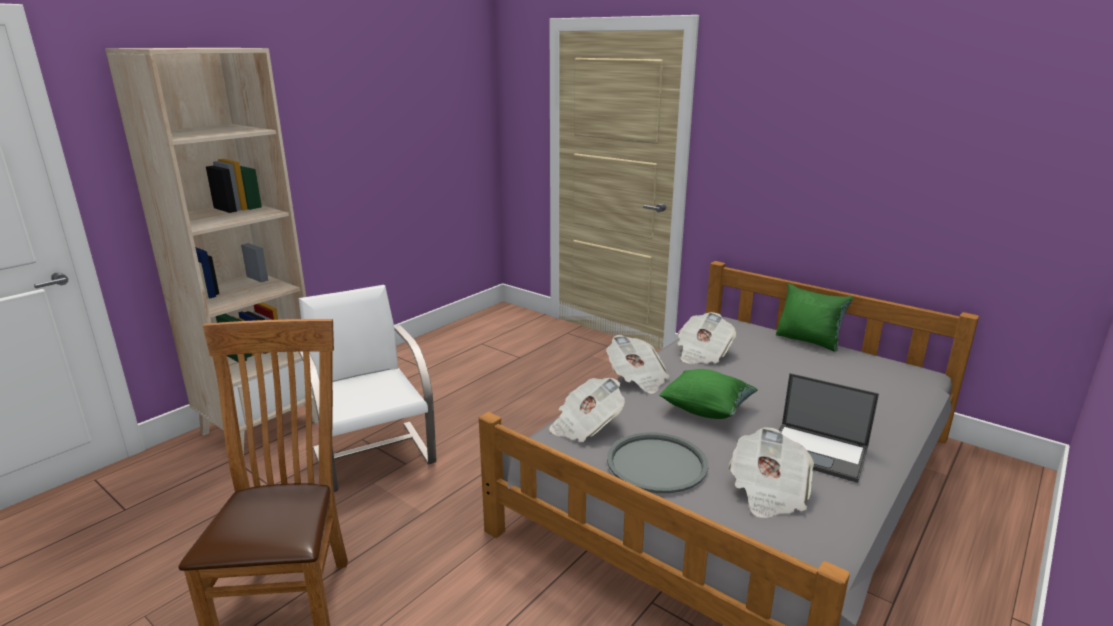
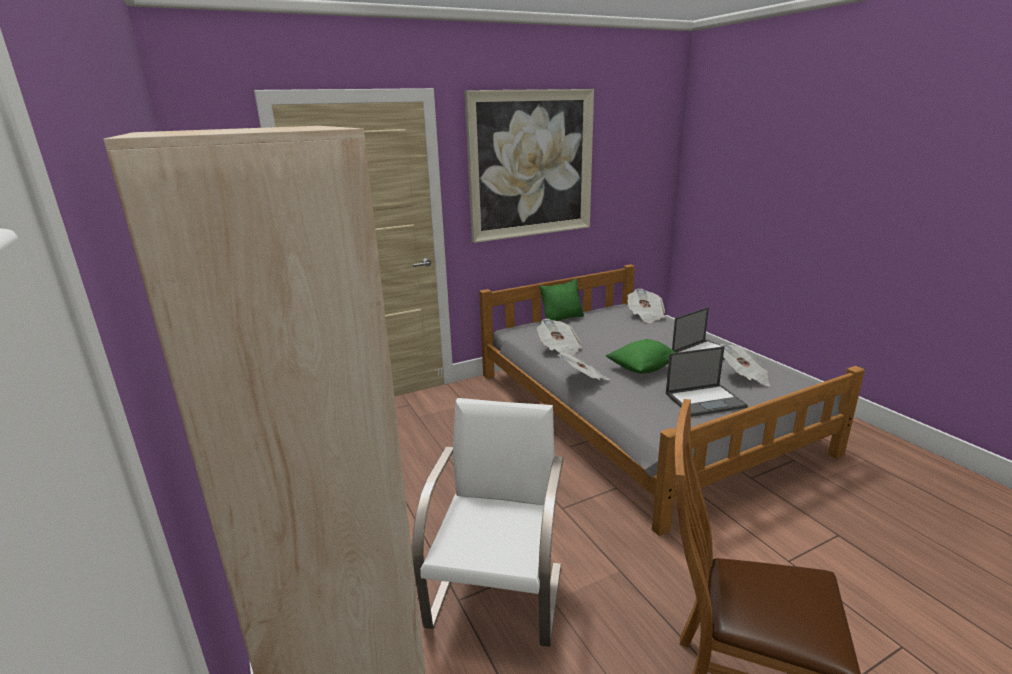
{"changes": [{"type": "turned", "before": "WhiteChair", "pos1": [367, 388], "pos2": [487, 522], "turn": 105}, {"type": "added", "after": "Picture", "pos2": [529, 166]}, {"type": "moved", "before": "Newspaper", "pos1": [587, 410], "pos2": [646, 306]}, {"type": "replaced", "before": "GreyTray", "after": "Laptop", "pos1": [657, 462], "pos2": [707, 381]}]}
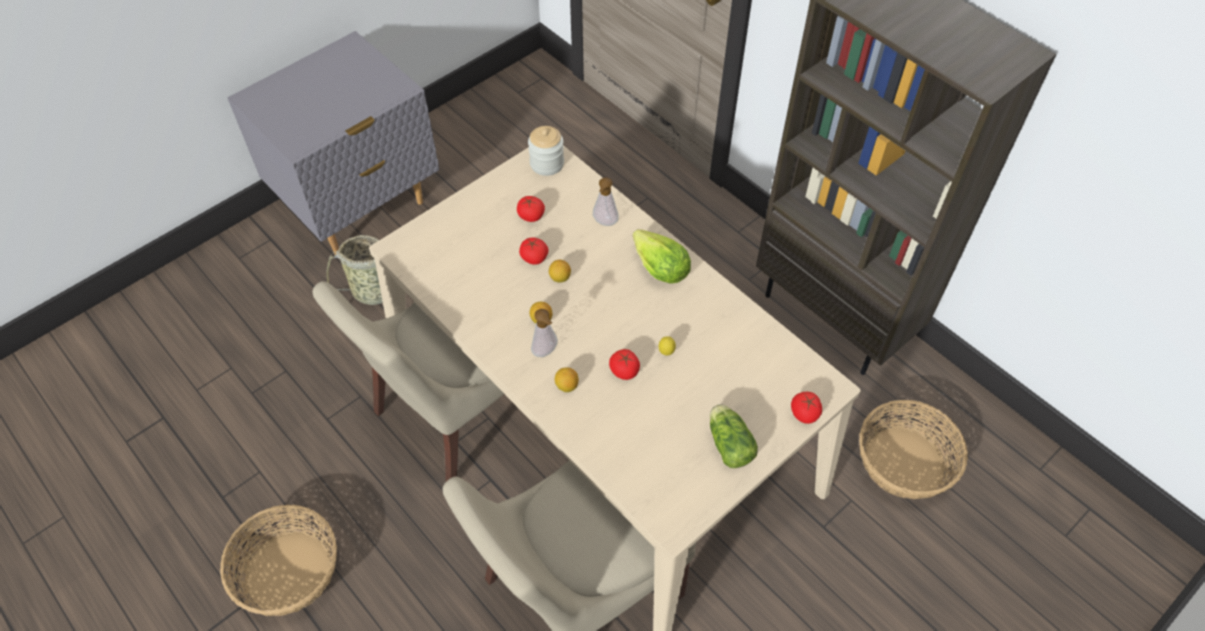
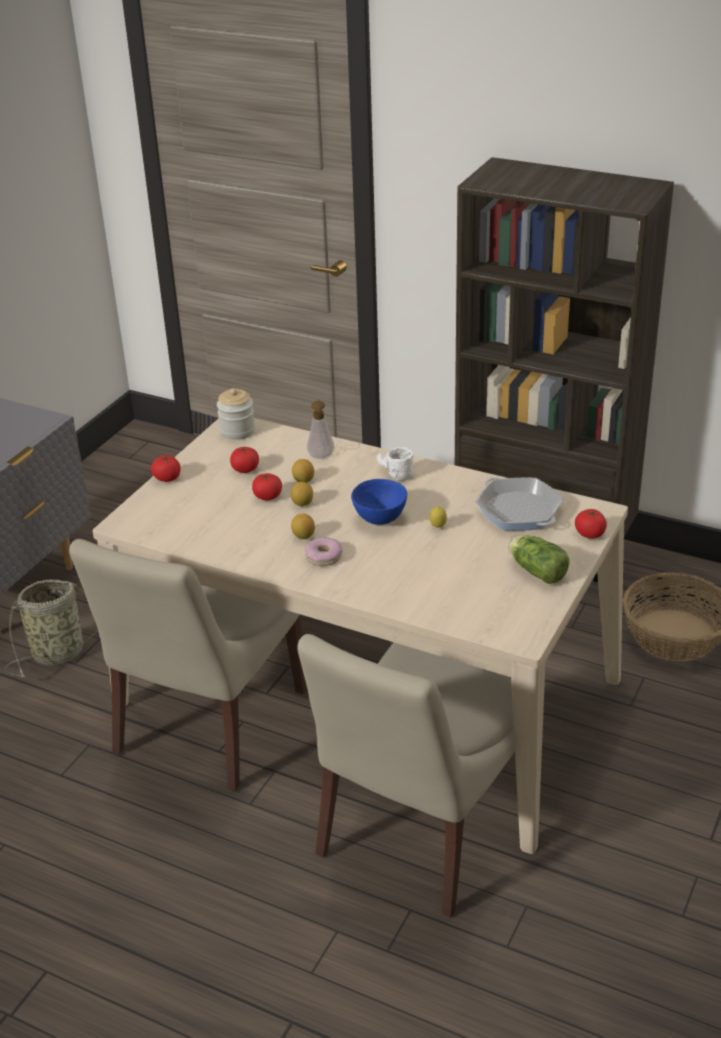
{"changes": [{"type": "moved", "before": "Tomato", "pos1": [624, 364], "pos2": [166, 468]}, {"type": "moved", "before": "Lemon", "pos1": [567, 379], "pos2": [303, 471]}, {"type": "replaced", "before": "SoapDispenser", "after": "Donut", "pos1": [544, 333], "pos2": [324, 551]}, {"type": "added", "after": "BlueBowl", "pos2": [379, 502]}, {"type": "replaced", "before": "Lettuce", "after": "WhiteMug", "pos1": [662, 256], "pos2": [395, 464]}, {"type": "added", "after": "FryingPan", "pos2": [519, 504]}, {"type": "removed", "before": "Basket", "pos1": [278, 560]}]}
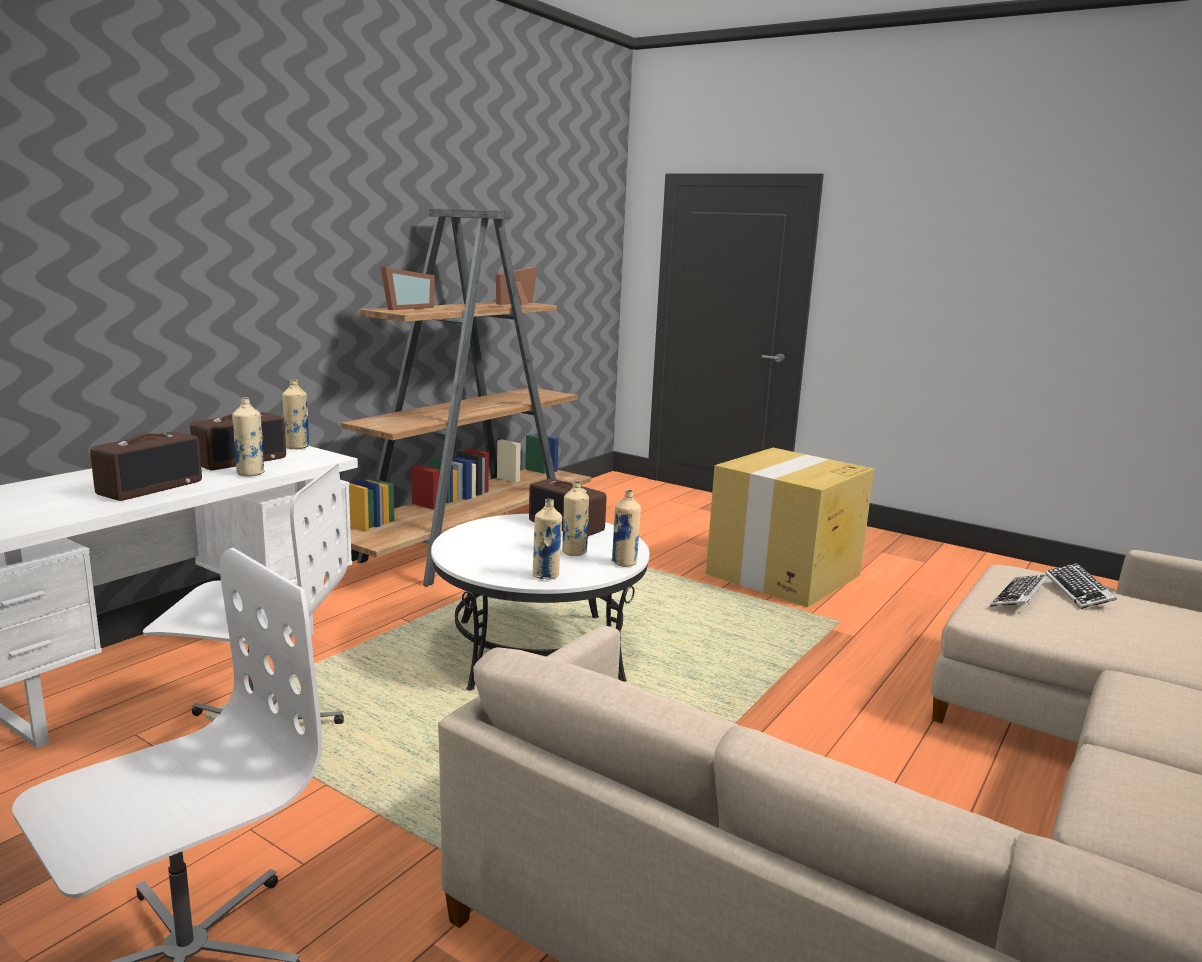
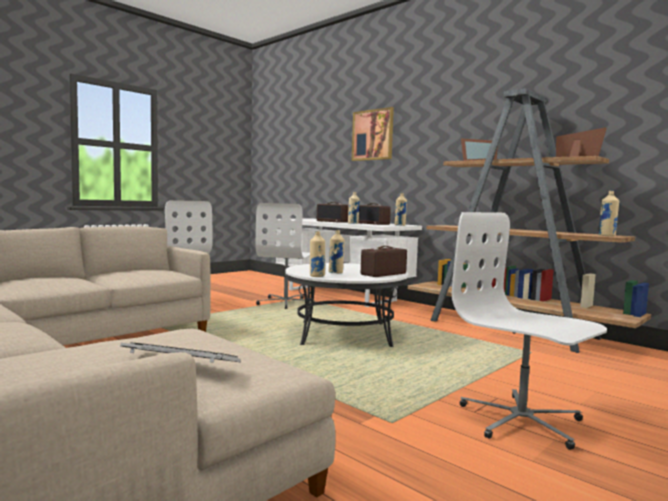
{"changes": [{"type": "added", "after": "Picture", "pos2": [373, 134]}, {"type": "replaced", "before": "CardboardBox", "after": "WhiteOfficeChair", "pos1": [790, 527], "pos2": [529, 331]}, {"type": "moved", "before": "BeigeBottle", "pos1": [547, 539], "pos2": [609, 214]}, {"type": "removed", "before": "Keyboard", "pos1": [1018, 591]}]}
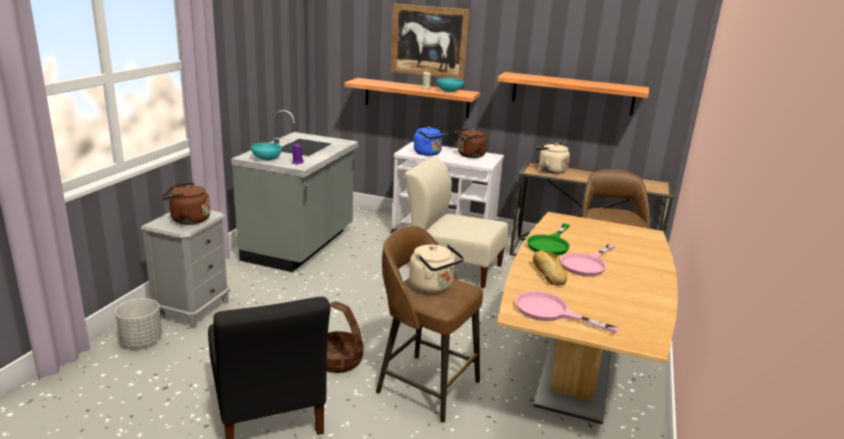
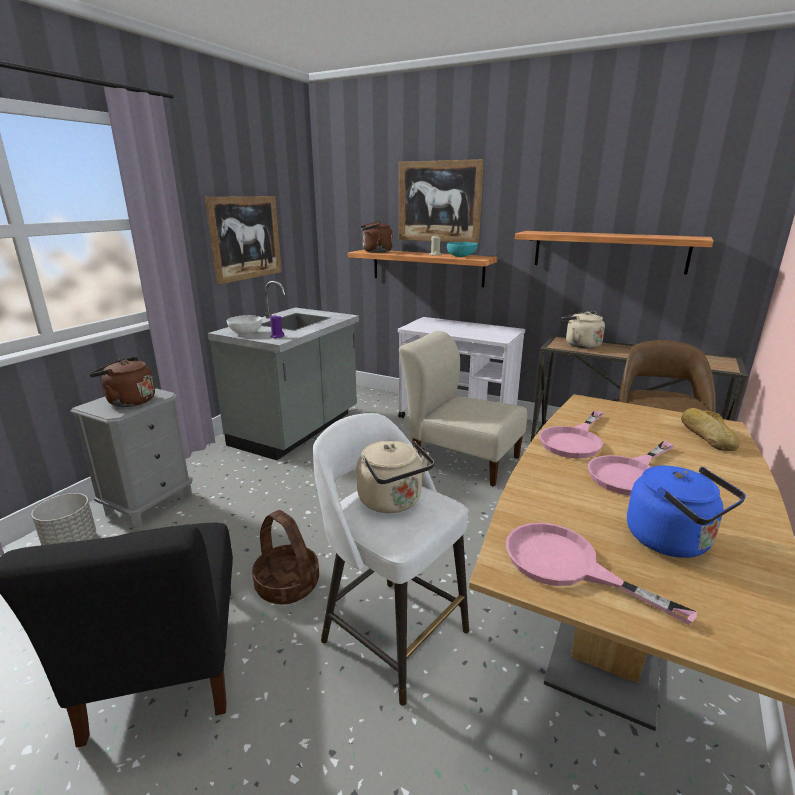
{"changes": [{"type": "added", "after": "Picture", "pos2": [243, 240]}, {"type": "recoloured", "before": "TurquoiseBowl", "after": "WhiteBowl", "pos1": [266, 152], "pos2": [244, 325]}, {"type": "recoloured", "before": "BrownStool", "after": "WhiteStool", "pos1": [429, 324], "pos2": [391, 559]}, {"type": "moved", "before": "BrownKettle", "pos1": [470, 143], "pos2": [376, 237]}, {"type": "recoloured", "before": "GreenFryingPan", "after": "PinkFryingPan", "pos1": [548, 239], "pos2": [571, 434]}, {"type": "moved", "before": "BlueKettle", "pos1": [431, 141], "pos2": [686, 512]}, {"type": "moved", "before": "Bread", "pos1": [550, 267], "pos2": [710, 429]}]}
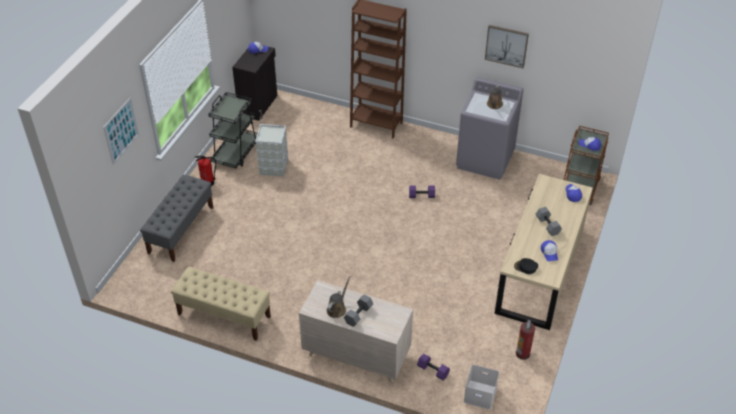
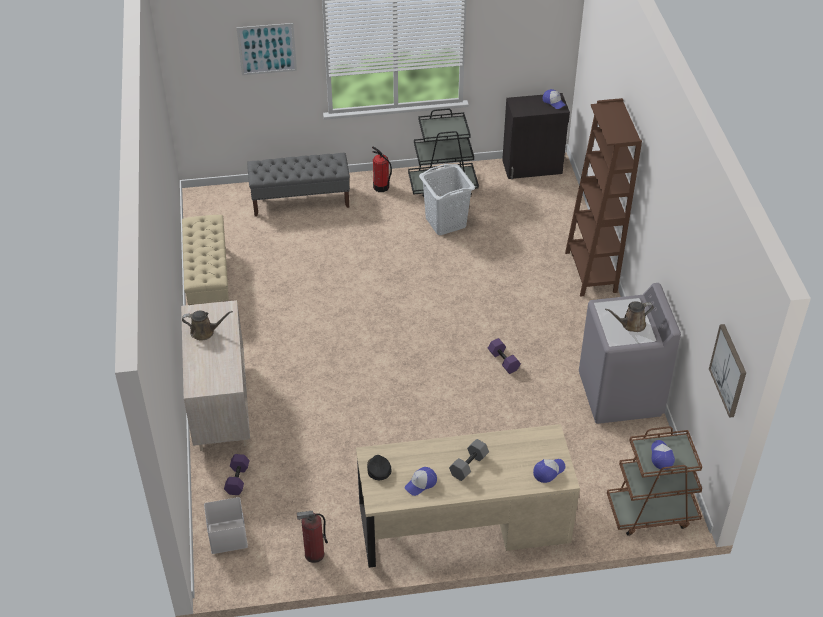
{"changes": [{"type": "replaced", "before": "GreyStorageBox", "after": "WhiteLaundryBasket", "pos1": [271, 150], "pos2": [447, 199]}, {"type": "moved", "before": "Picture", "pos1": [507, 46], "pos2": [727, 371]}, {"type": "removed", "before": "GreyDumbbell", "pos1": [358, 311]}]}
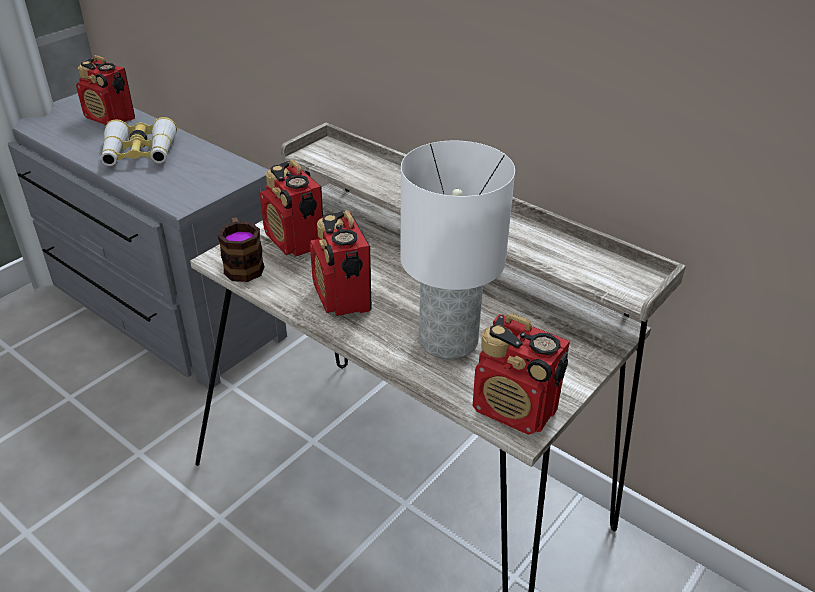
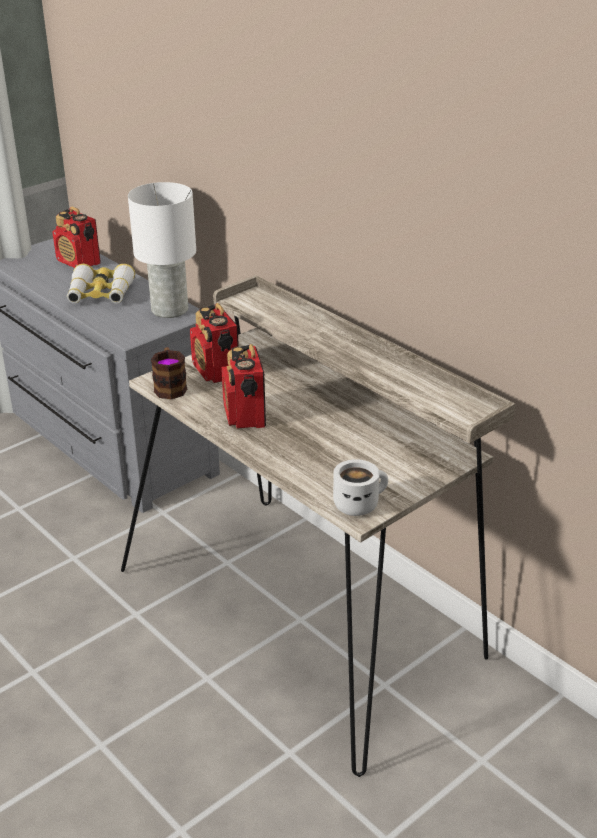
{"changes": [{"type": "moved", "before": "WhiteTableLamp", "pos1": [457, 250], "pos2": [162, 250]}, {"type": "replaced", "before": "Radio", "after": "WhiteMug", "pos1": [521, 374], "pos2": [360, 487]}]}
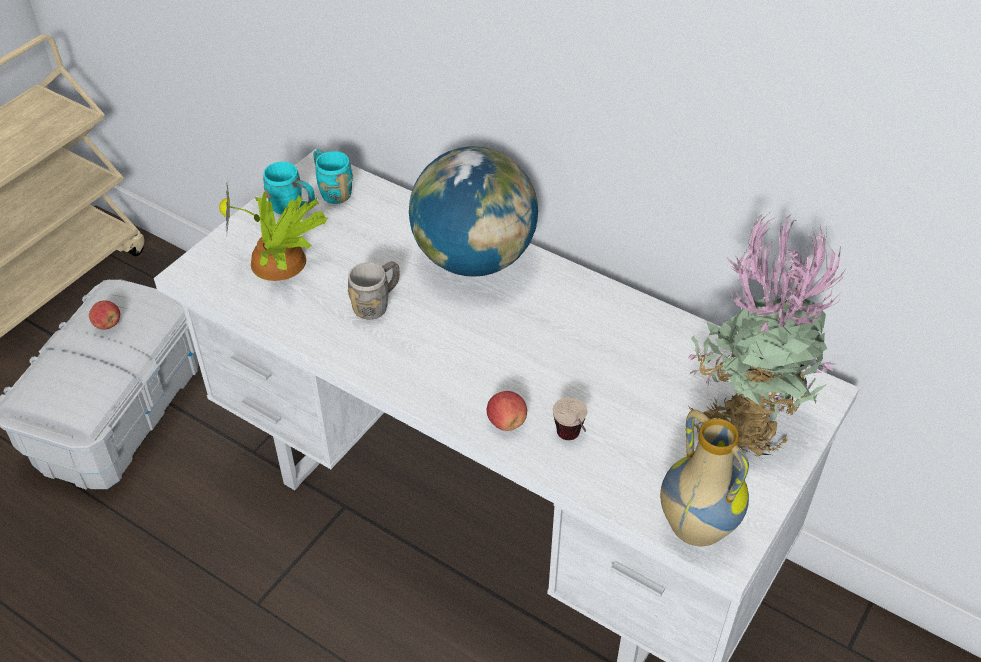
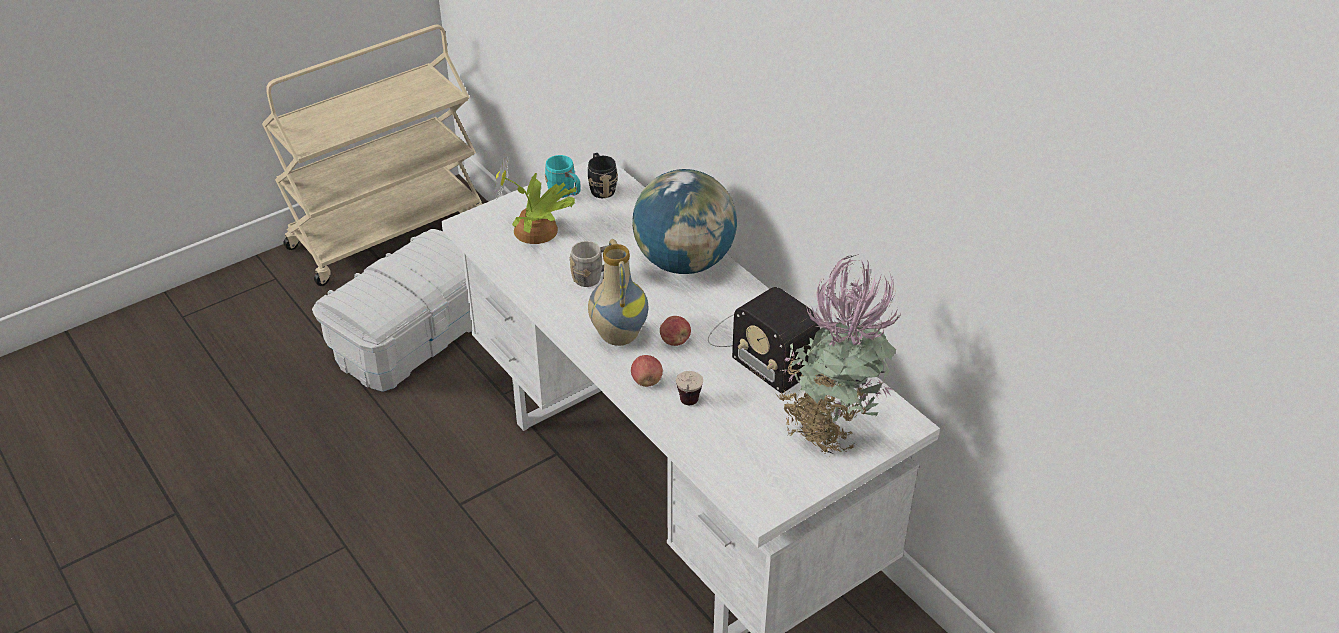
{"changes": [{"type": "recoloured", "before": "TurquoiseMug", "after": "BlackMug", "pos1": [333, 176], "pos2": [603, 175]}, {"type": "moved", "before": "Vase", "pos1": [704, 478], "pos2": [618, 292]}, {"type": "moved", "before": "Apple", "pos1": [104, 315], "pos2": [675, 331]}, {"type": "added", "after": "Radio", "pos2": [764, 340]}]}
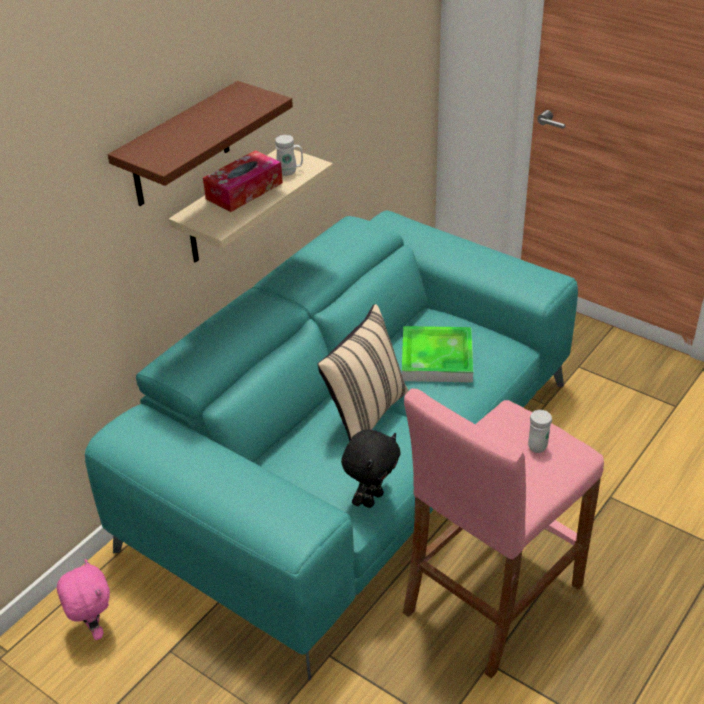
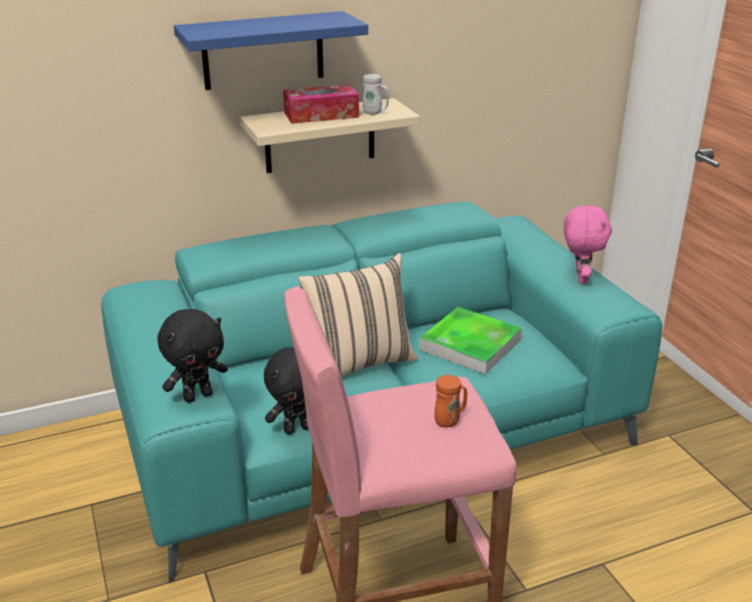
{"changes": [{"type": "added", "after": "BlackPlushToy", "pos2": [192, 356]}, {"type": "recoloured", "before": "BrownShelf", "after": "BlueShelf", "pos1": [200, 143], "pos2": [271, 50]}, {"type": "recoloured", "before": "WhiteMug", "after": "OrangeMug", "pos1": [540, 431], "pos2": [450, 401]}, {"type": "moved", "before": "PinkPlushToy", "pos1": [83, 599], "pos2": [588, 243]}]}
